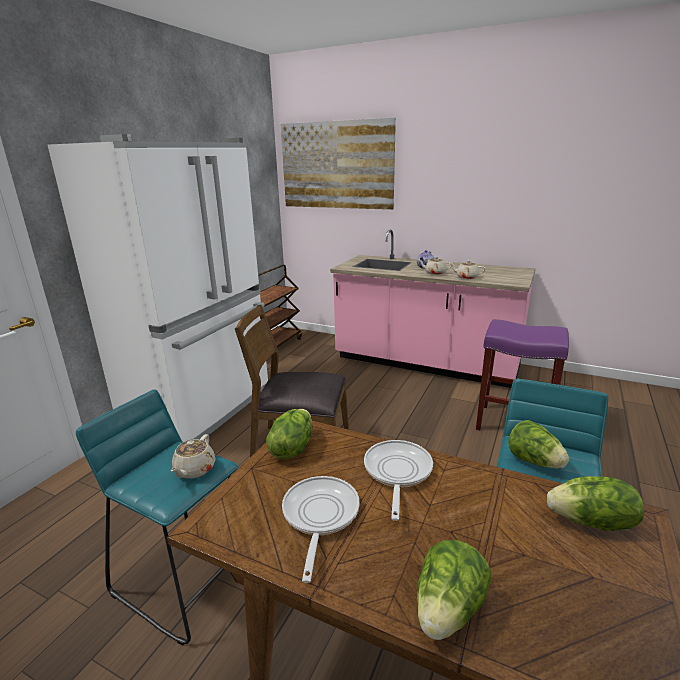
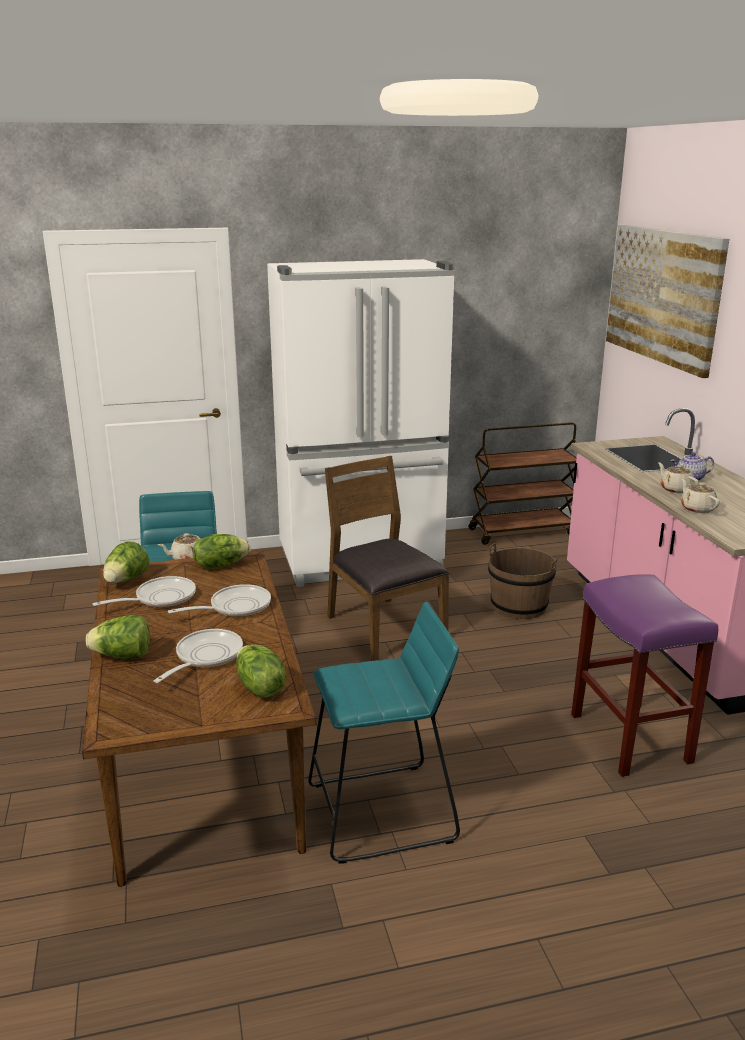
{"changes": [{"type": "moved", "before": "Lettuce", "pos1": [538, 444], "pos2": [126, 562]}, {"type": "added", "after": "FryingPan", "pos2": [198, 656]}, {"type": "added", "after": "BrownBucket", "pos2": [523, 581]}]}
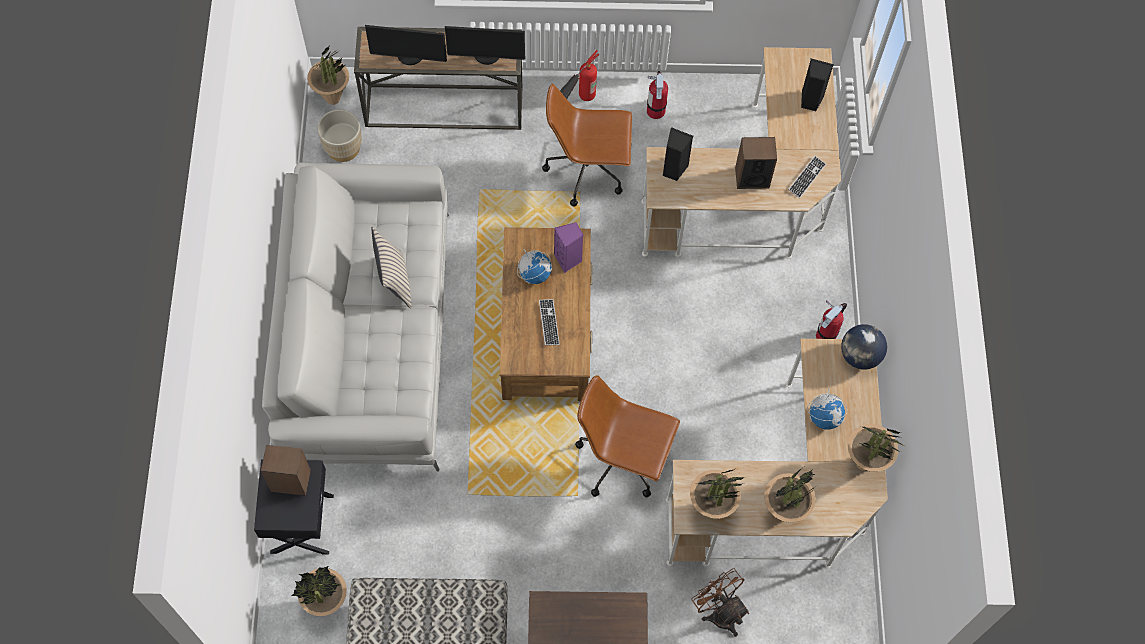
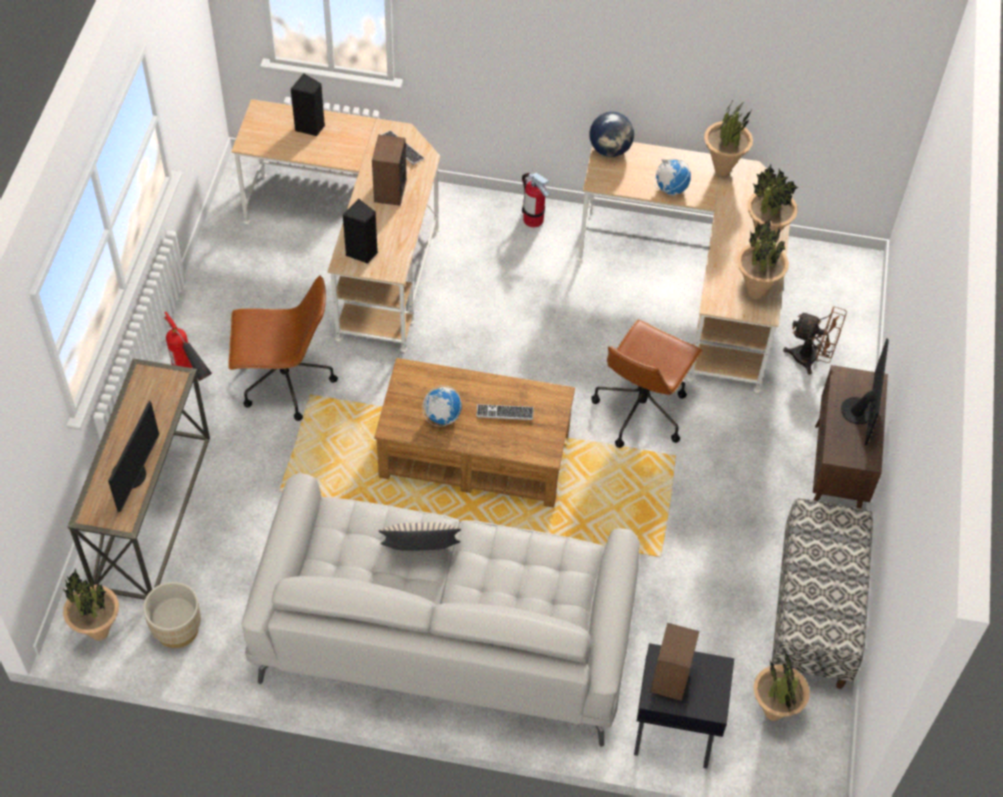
{"changes": [{"type": "turned", "before": "BrownOfficeChair", "pos1": [587, 145], "pos2": [283, 348], "turn": -105}, {"type": "turned", "before": "BrownFan", "pos1": [720, 602], "pos2": [815, 340], "turn": -135}, {"type": "moved", "before": "Monitor", "pos1": [485, 45], "pos2": [865, 392]}, {"type": "removed", "before": "PurpleSpeaker", "pos1": [568, 247]}, {"type": "removed", "before": "FireExtinguisher", "pos1": [657, 95]}]}
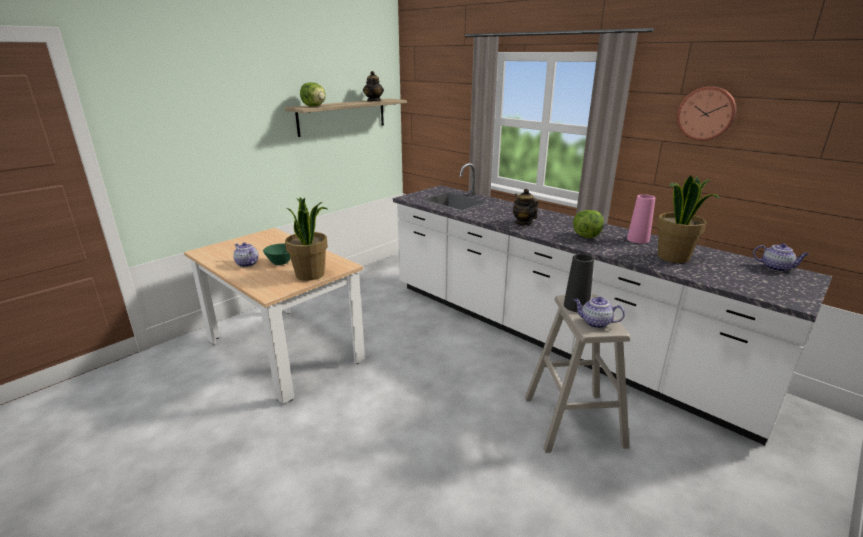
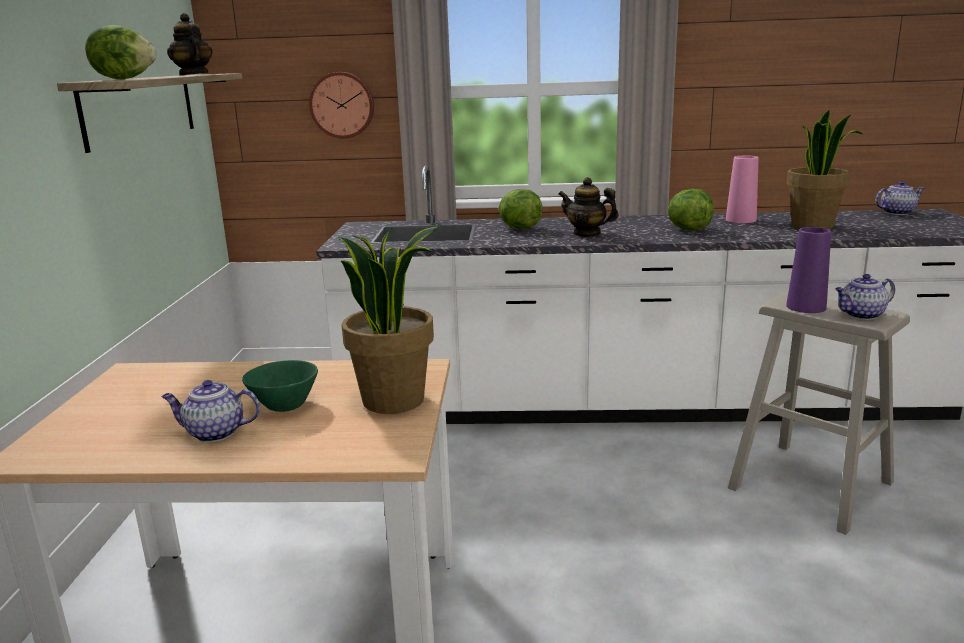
{"changes": [{"type": "moved", "before": "WallClock", "pos1": [706, 113], "pos2": [341, 105]}, {"type": "added", "after": "Lettuce", "pos2": [521, 209]}, {"type": "recoloured", "before": "BlackVase", "after": "PurpleVase", "pos1": [579, 283], "pos2": [808, 270]}]}
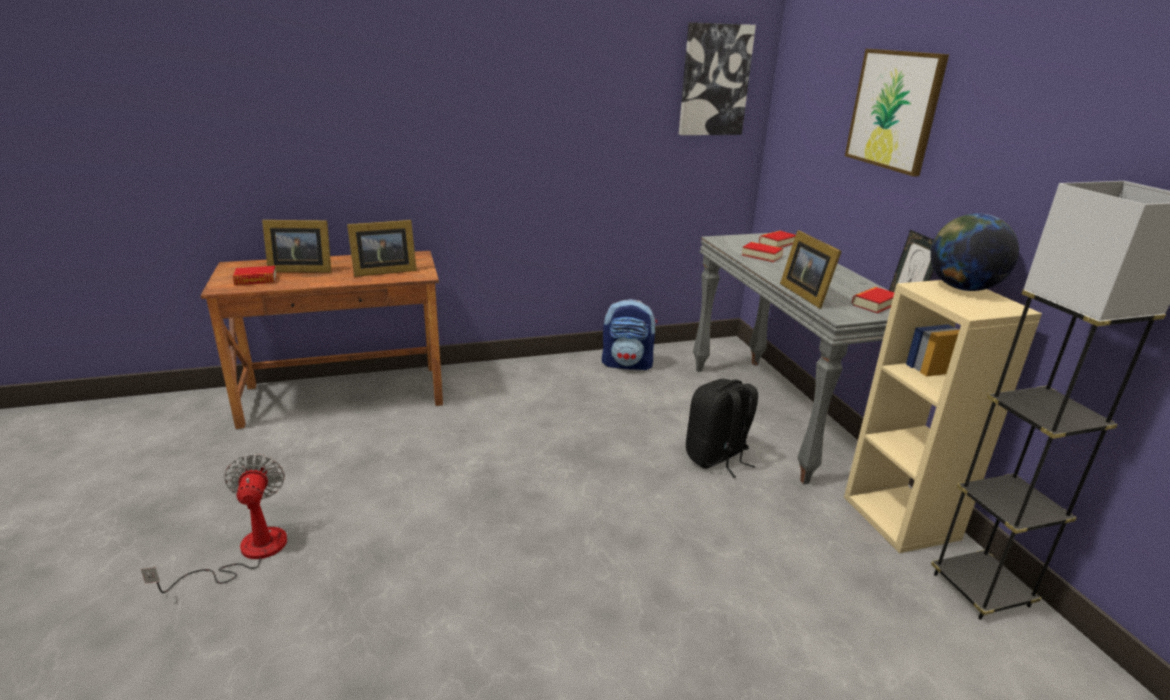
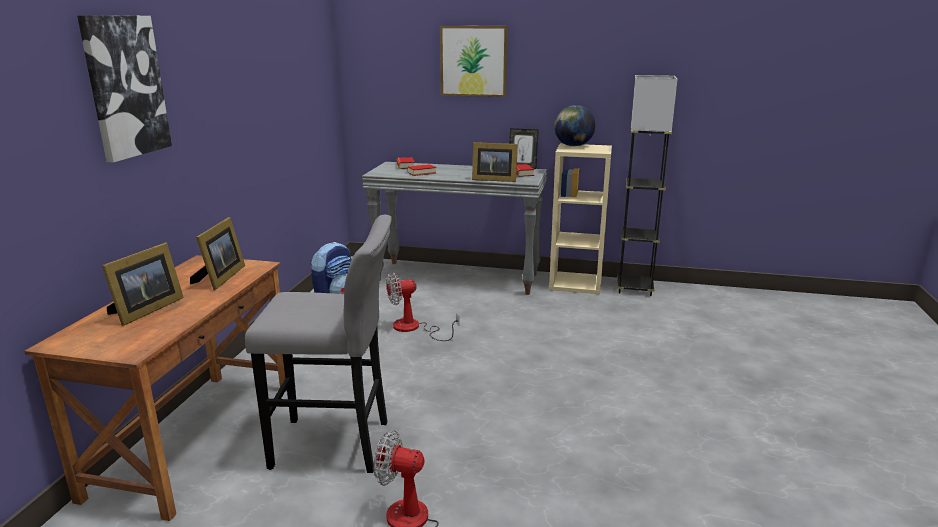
{"changes": [{"type": "moved", "before": "Picture", "pos1": [717, 78], "pos2": [124, 89]}, {"type": "added", "after": "GreyStool", "pos2": [318, 344]}, {"type": "added", "after": "Fan", "pos2": [422, 306]}, {"type": "removed", "before": "Book", "pos1": [255, 275]}, {"type": "removed", "before": "BlackBackpack", "pos1": [722, 428]}]}
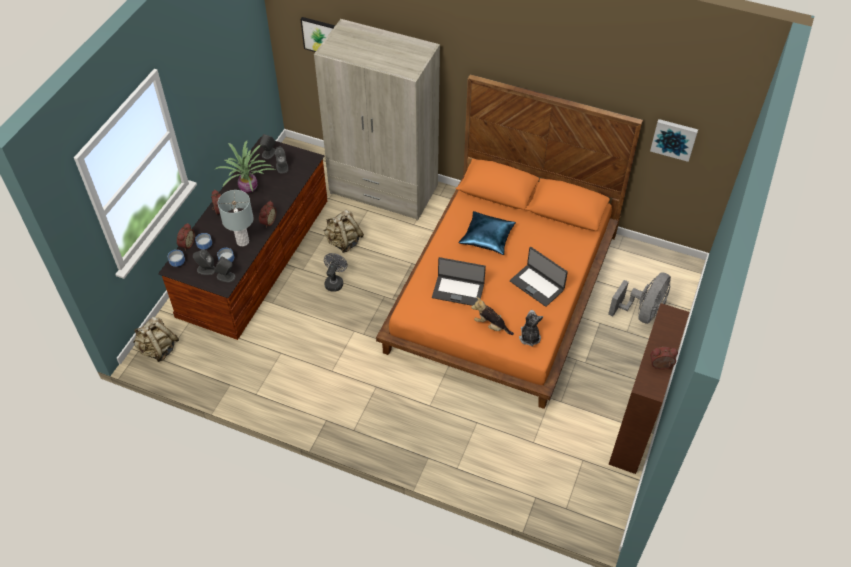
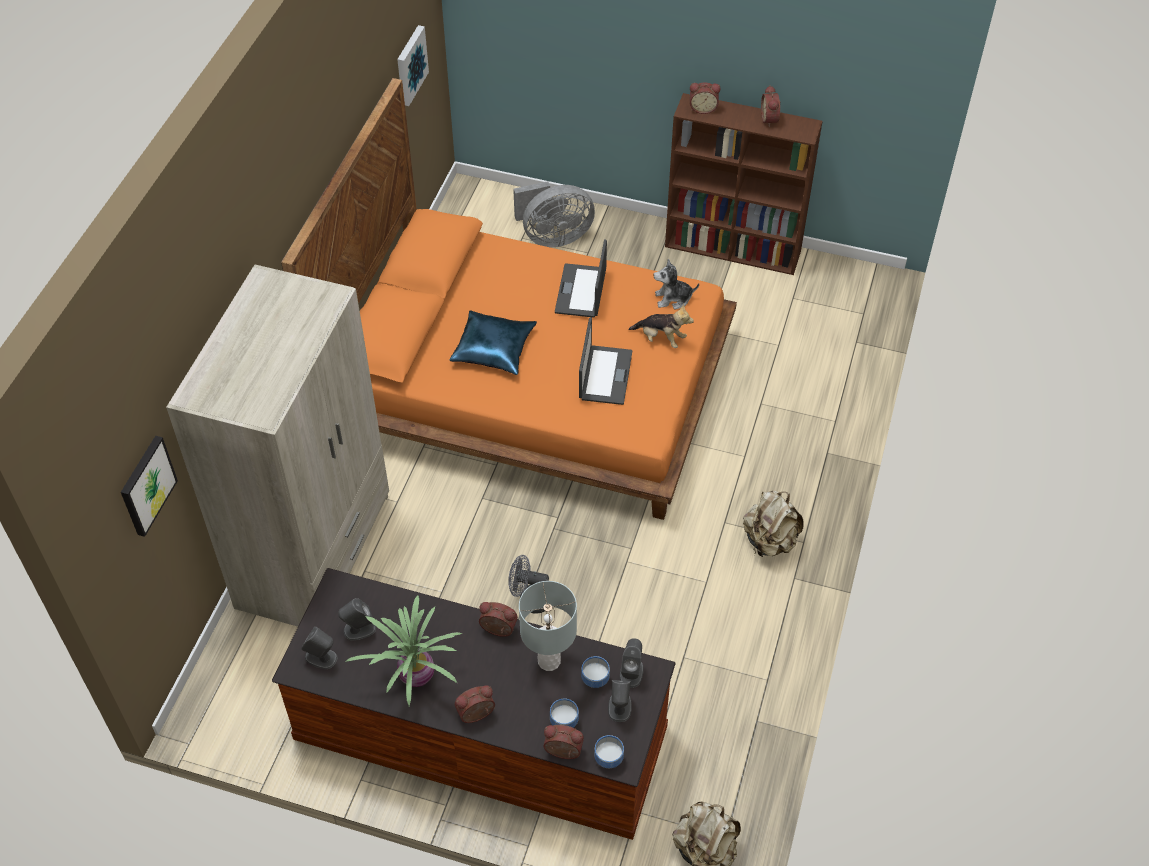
{"changes": [{"type": "turned", "before": "GreyFan", "pos1": [639, 298], "pos2": [554, 214], "turn": 135}, {"type": "turned", "before": "Laptop", "pos1": [539, 277], "pos2": [581, 278], "turn": 150}, {"type": "turned", "before": "PlushToy", "pos1": [492, 316], "pos2": [661, 326], "turn": -90}, {"type": "added", "after": "AlarmClock", "pos2": [705, 98]}, {"type": "moved", "before": "BeigeBackpack", "pos1": [344, 231], "pos2": [773, 523]}]}
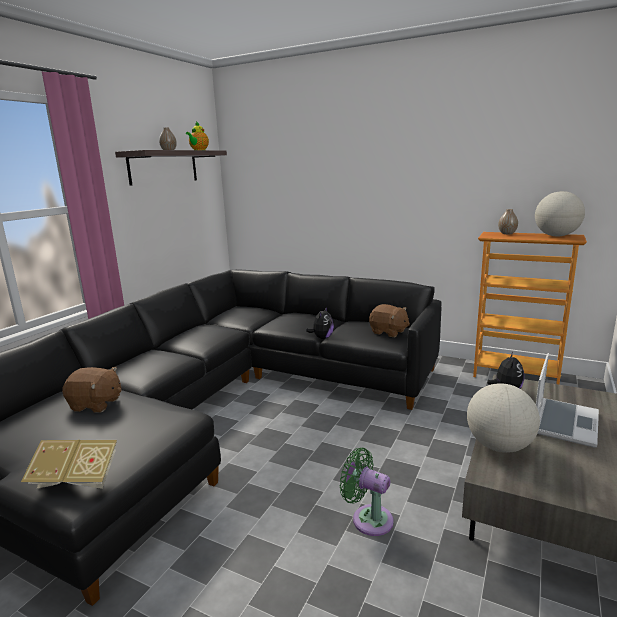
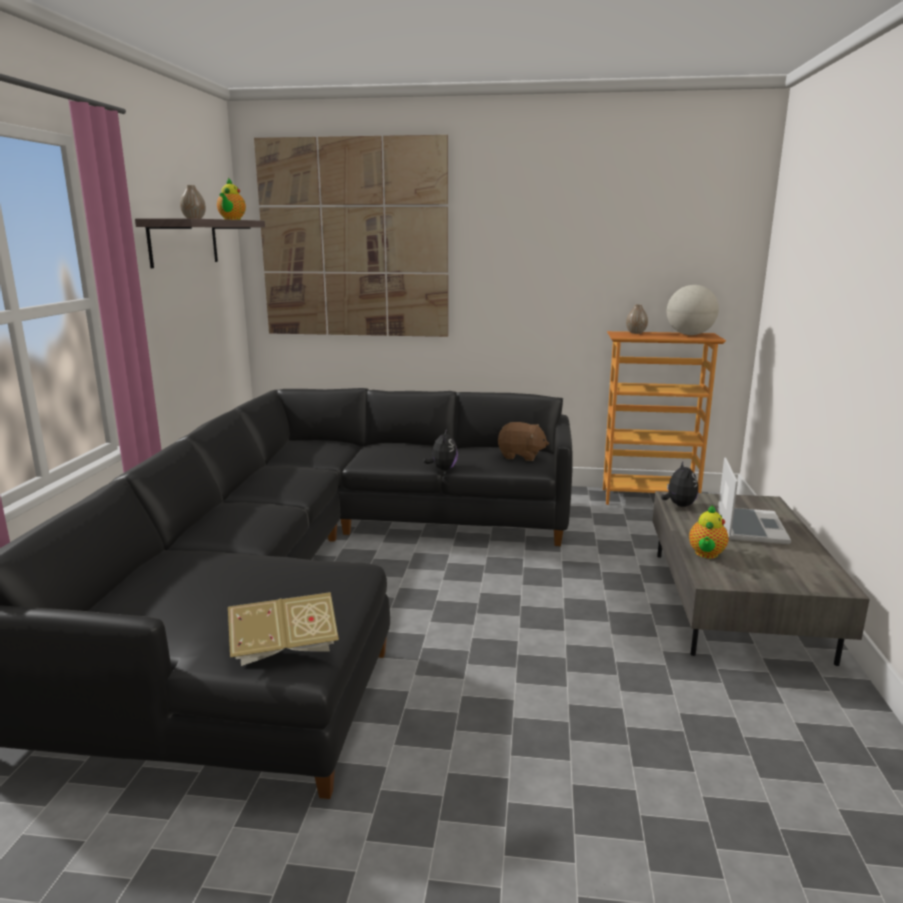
{"changes": [{"type": "added", "after": "Picture", "pos2": [351, 236]}, {"type": "replaced", "before": "Globe", "after": "Teapot", "pos1": [503, 418], "pos2": [708, 532]}, {"type": "removed", "before": "BrownPlushToy", "pos1": [91, 390]}, {"type": "removed", "before": "GreenFan", "pos1": [367, 492]}]}
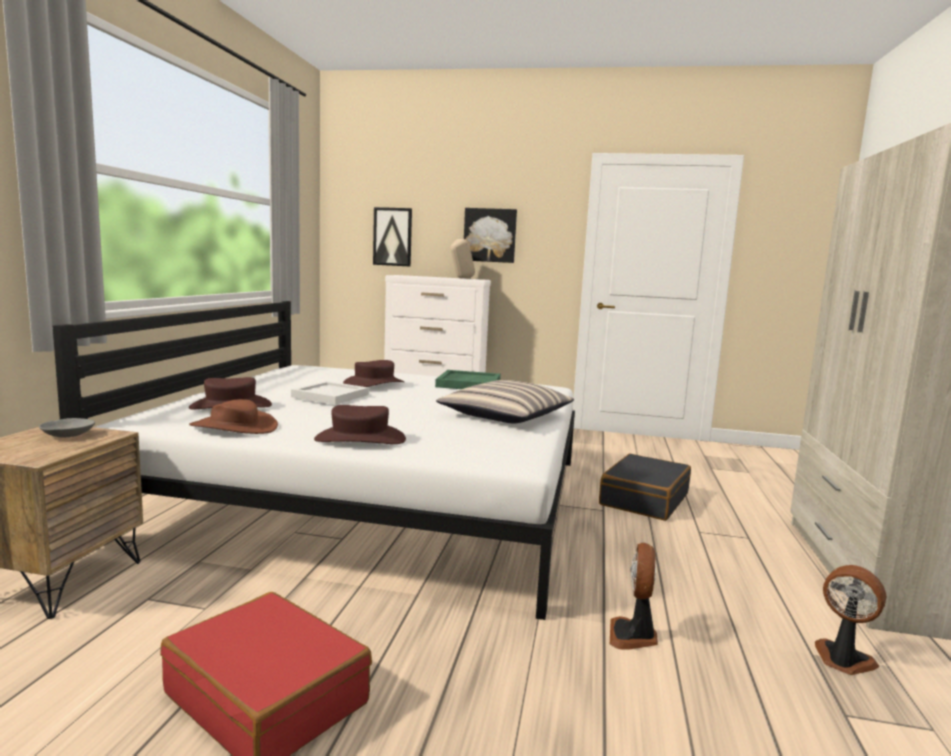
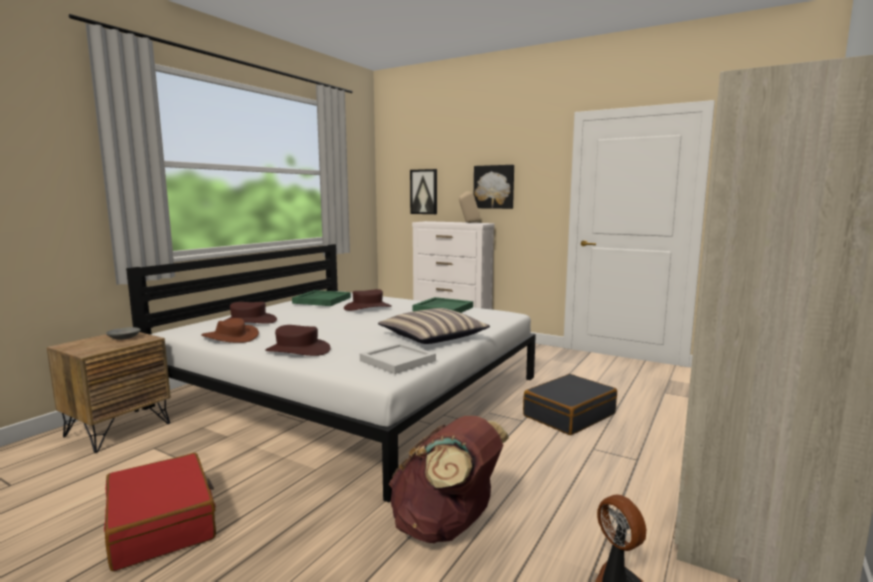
{"changes": [{"type": "added", "after": "GreenTray", "pos2": [321, 298]}, {"type": "moved", "before": "WhiteTray", "pos1": [330, 393], "pos2": [398, 358]}, {"type": "replaced", "before": "Fan", "after": "BrownBackpack", "pos1": [634, 596], "pos2": [449, 479]}]}
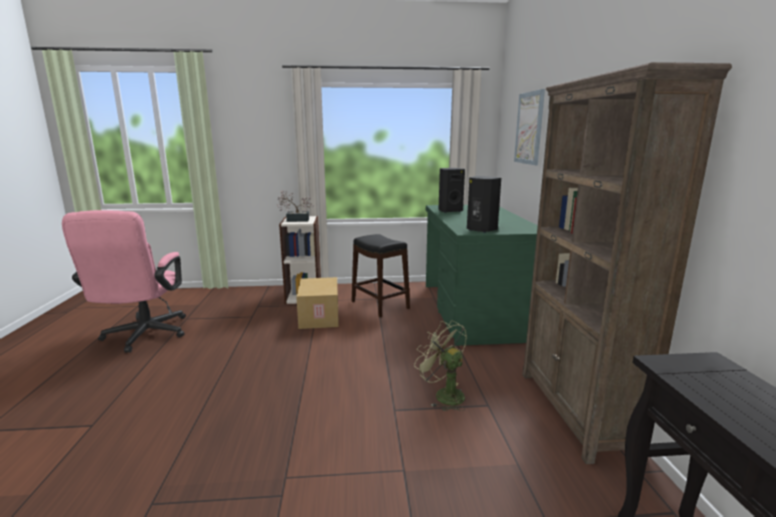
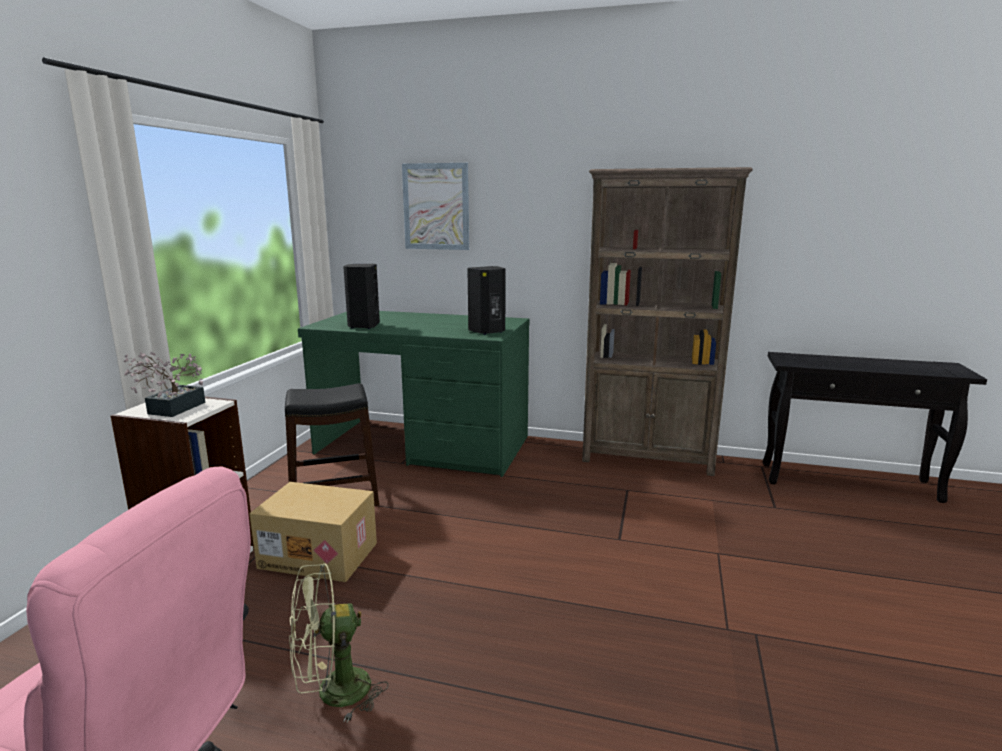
{"changes": [{"type": "moved", "before": "GreenFan", "pos1": [440, 366], "pos2": [338, 643]}]}
